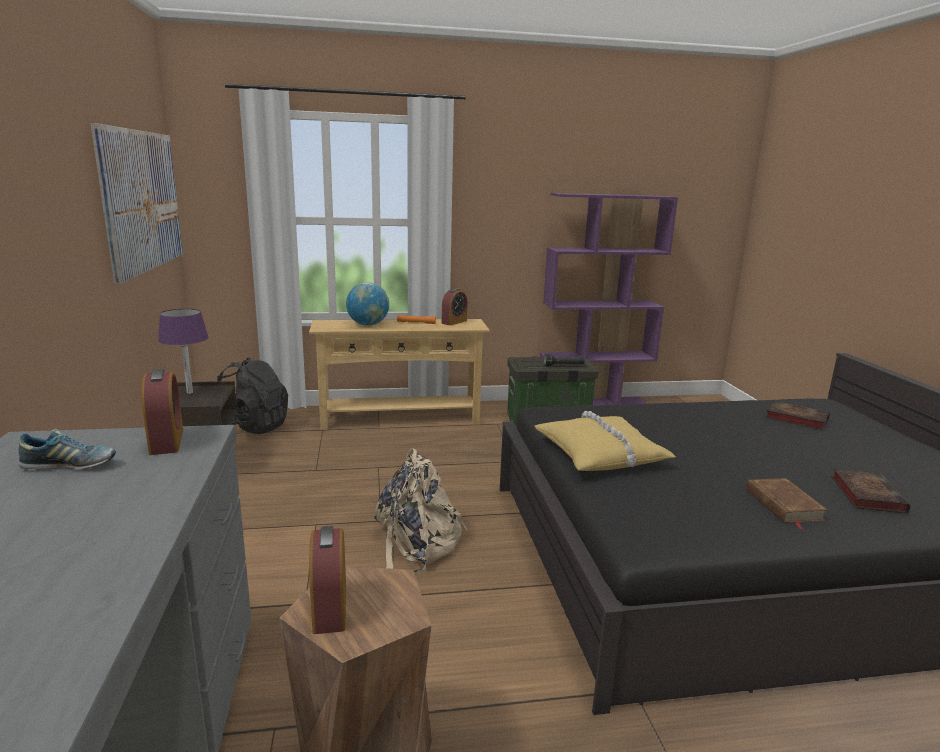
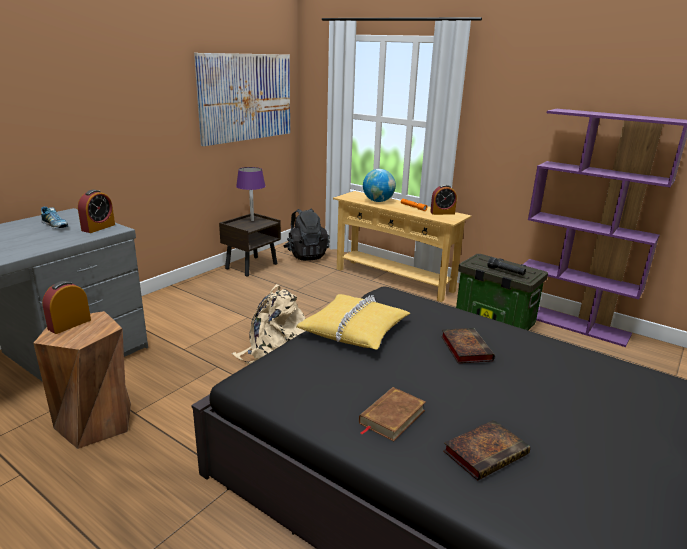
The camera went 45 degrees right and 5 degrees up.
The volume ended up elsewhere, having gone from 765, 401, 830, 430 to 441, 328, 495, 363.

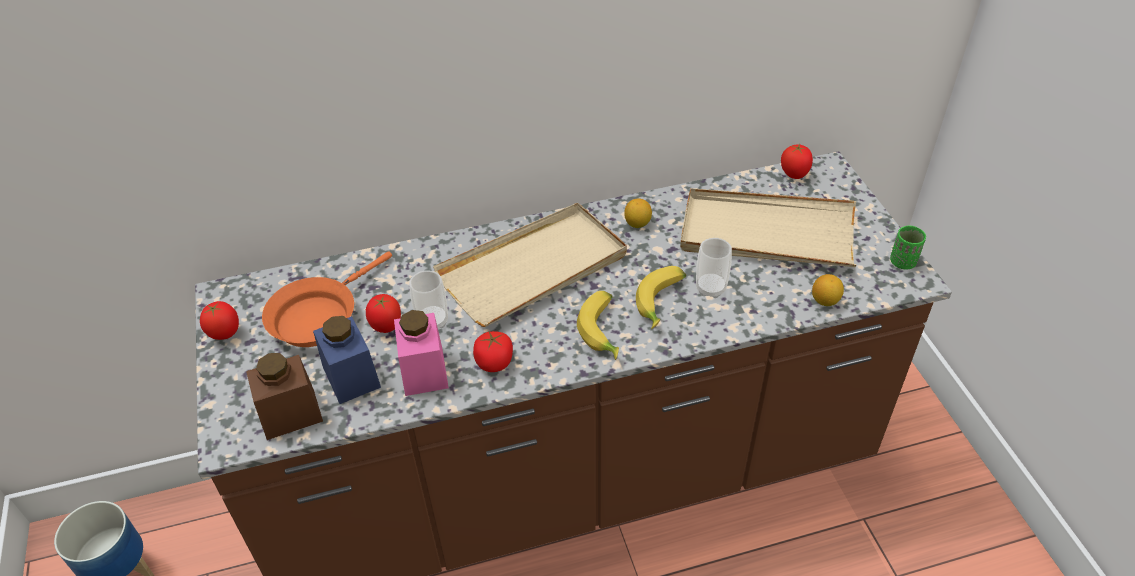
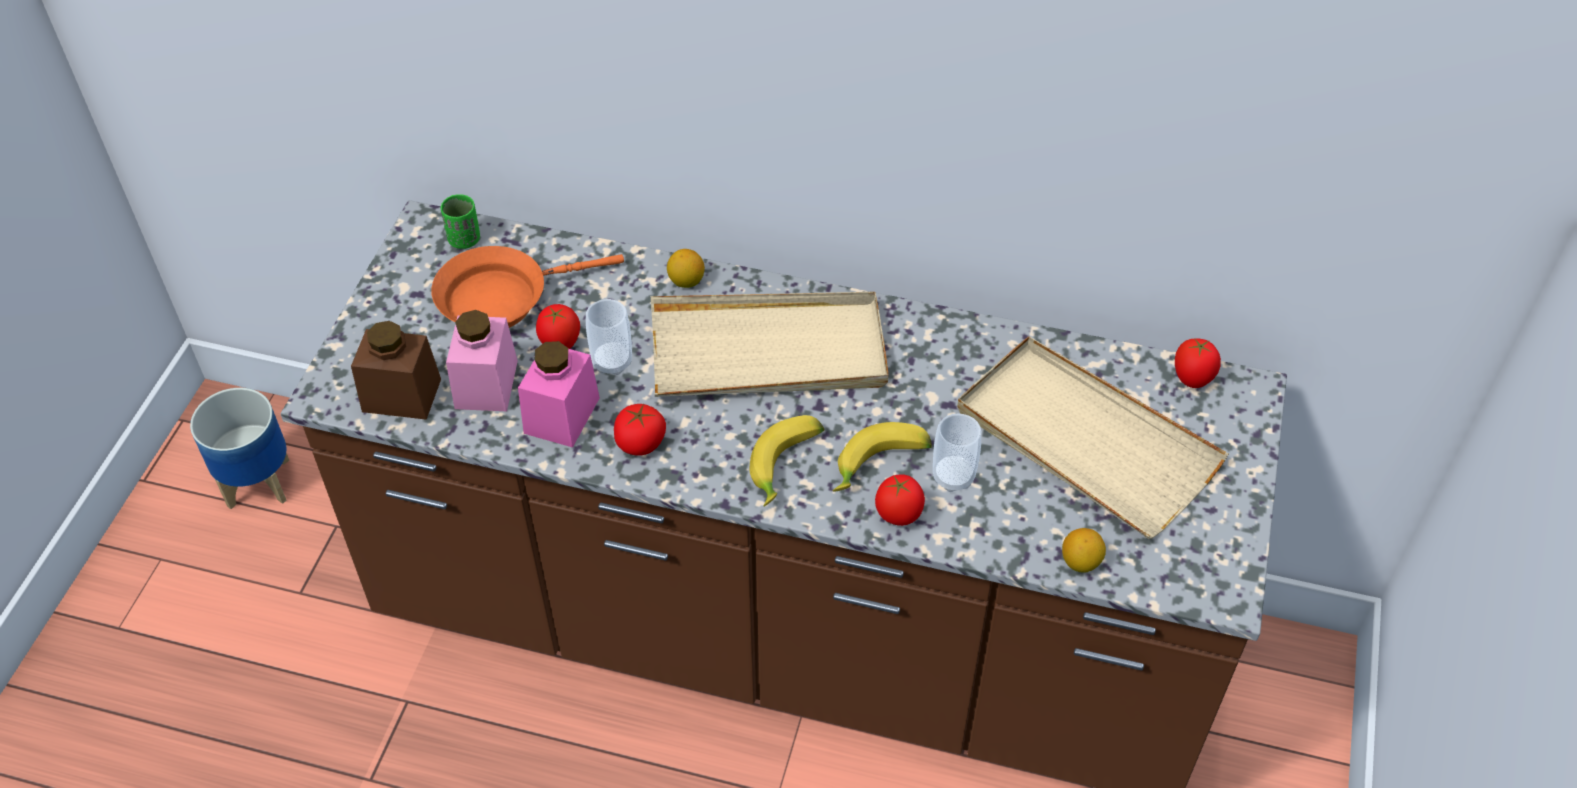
The camera went 30 degrees right and 5 degrees up.
The whole tomato ended up elsewhere, having gone from 200, 301, 239, 340 to 875, 475, 925, 526.
The whole lemon ended up elsewhere, having gone from 624, 198, 652, 228 to 667, 249, 705, 288.
The green-coloured cup ended up elsewhere, having gone from 890, 226, 926, 269 to 441, 194, 480, 249.
What was the blue preserve jar at 313, 316, 381, 404 turned into the pink-coloured preserve jar at 446, 310, 518, 411.

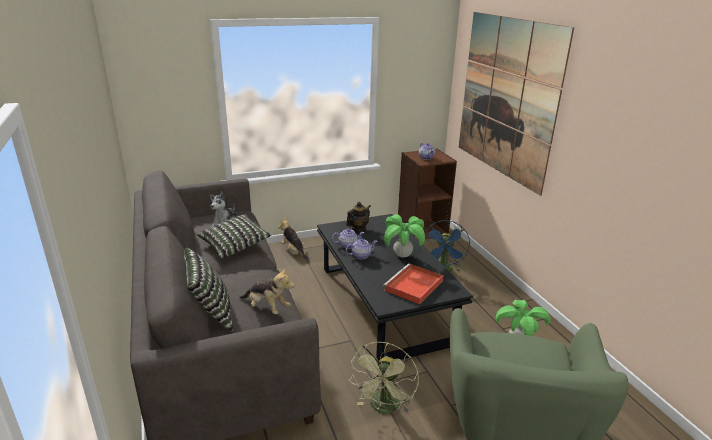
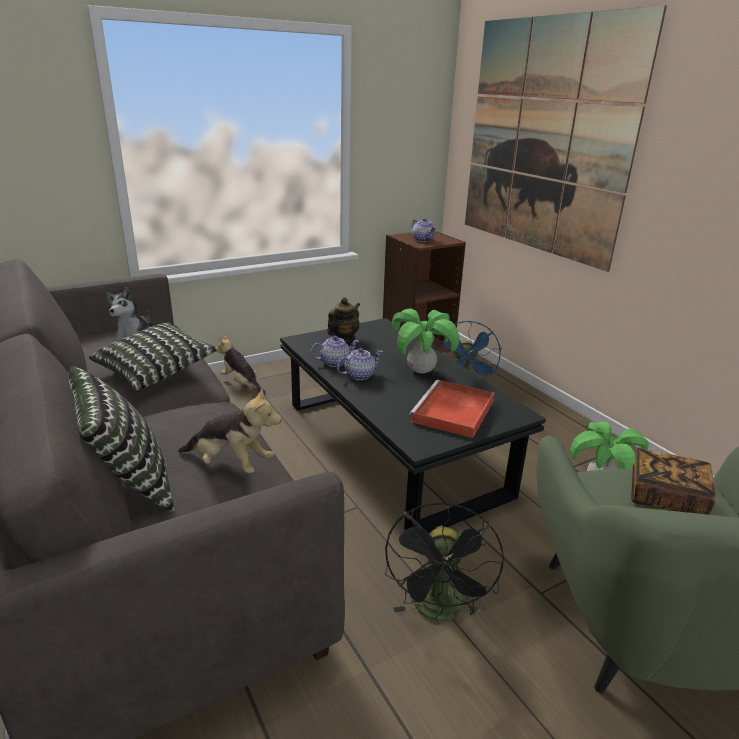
The camera went 10 degrees left and 0 degrees up.
The second view gained the volume at 631, 448, 716, 515.
What was the green-coloured electric fan at 349, 342, 419, 414 turned into the black-coloured electric fan at 385, 503, 504, 622.

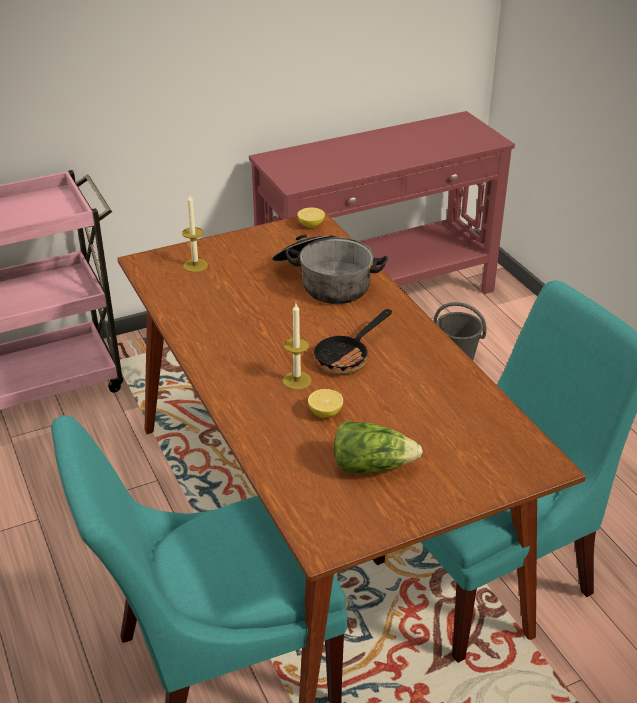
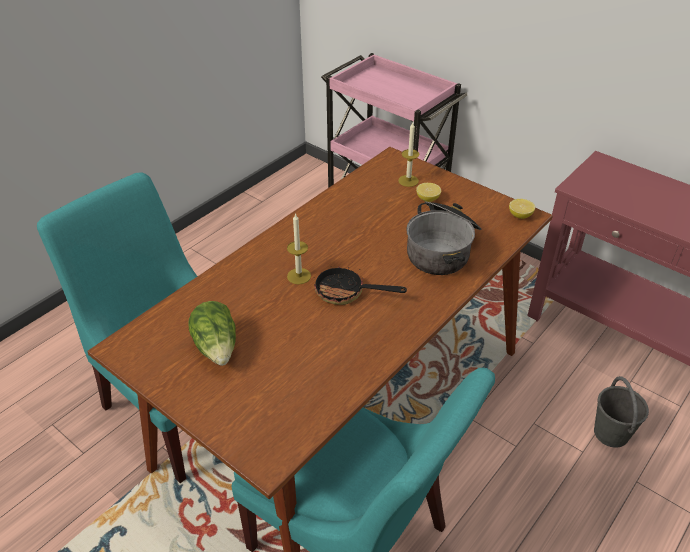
The camera went 65 degrees right and 5 degrees up.
The whole lemon ended up elsewhere, having gone from 308, 389, 343, 418 to 416, 183, 441, 202.

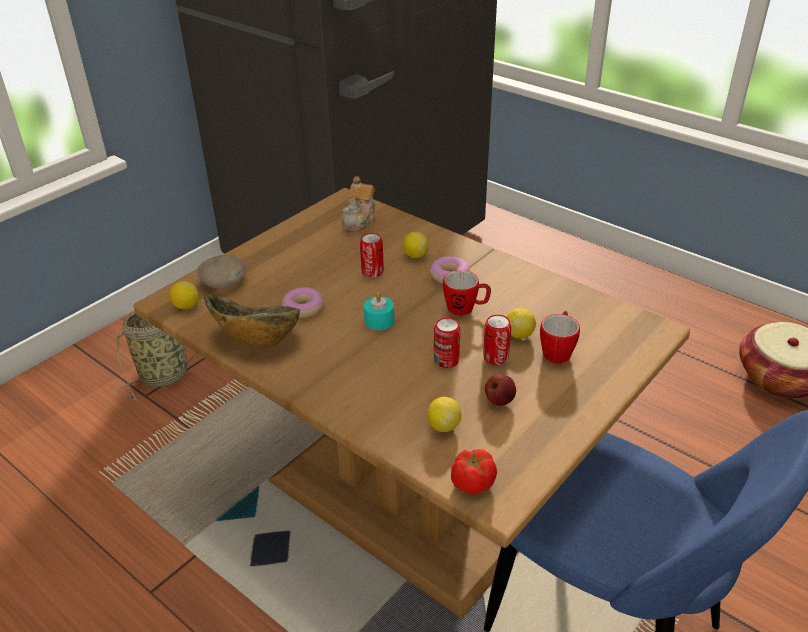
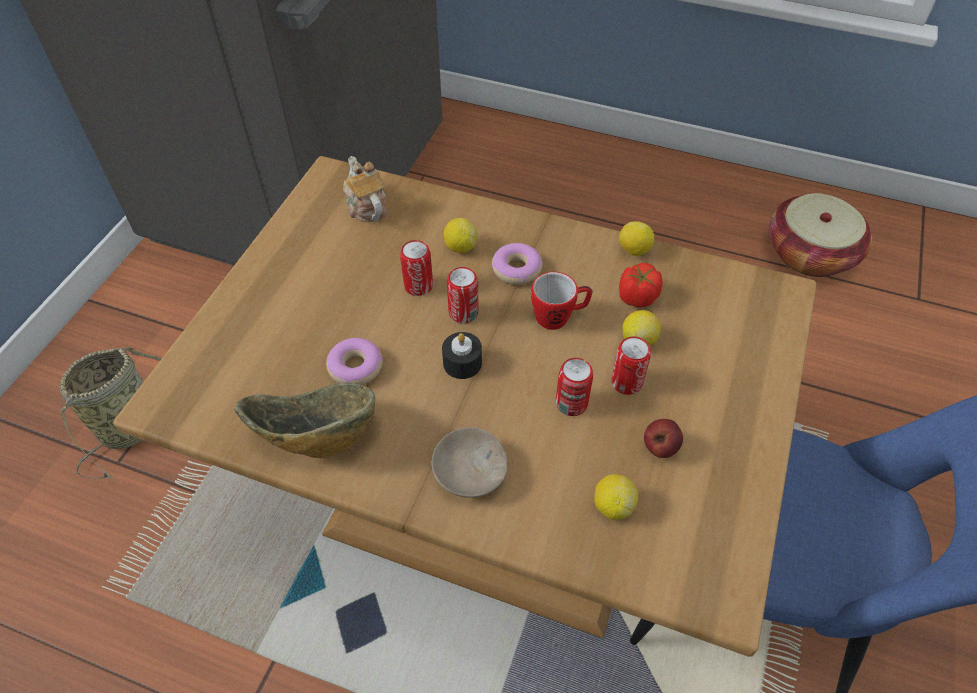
The camera went 20 degrees left and 15 degrees up.
The second view lost the coffee mug at 540, 311, 580, 364.
The second view gained the metal can at 447, 267, 479, 324.
The whole lemon ended up elsewhere, having gone from 170, 281, 199, 309 to 619, 221, 654, 256.
The beige bowl ended up elsewhere, having gone from 197, 255, 246, 289 to 431, 427, 507, 498.
The whole tomato ended up elsewhere, having gone from 451, 449, 497, 494 to 619, 263, 663, 307.
What was the blue-green wax candle at 364, 292, 394, 330 turned into the black-coloured wax candle at 442, 332, 482, 379.
The teapot at 342, 176, 376, 231 ended up facing another way, 150 degrees clockwise from before.

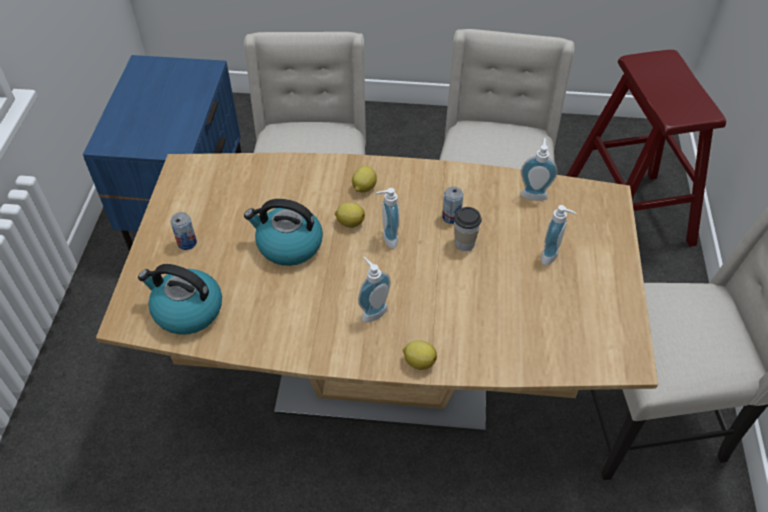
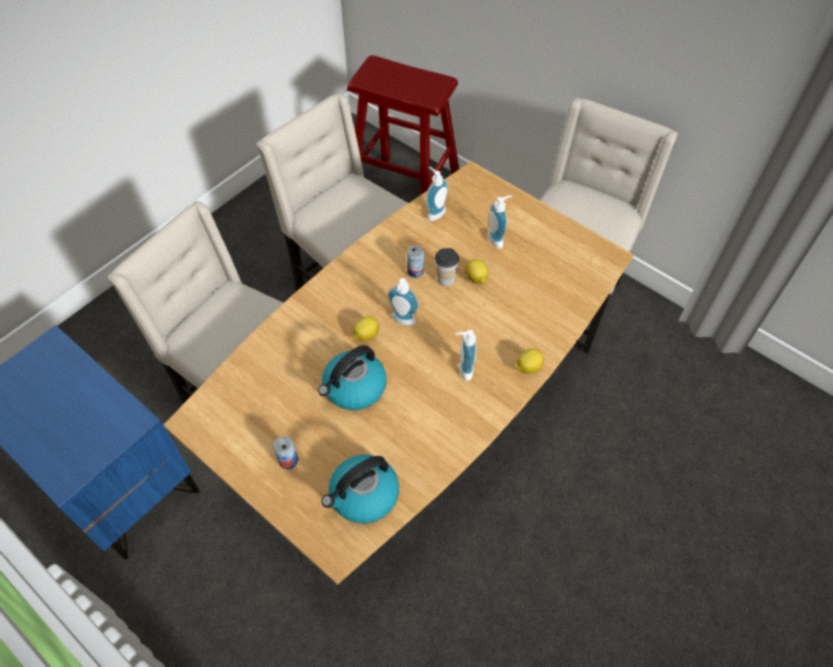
The camera went 55 degrees left and 5 degrees up.
The whole lemon ended up elsewhere, having gone from 352, 166, 377, 193 to 465, 259, 488, 284.

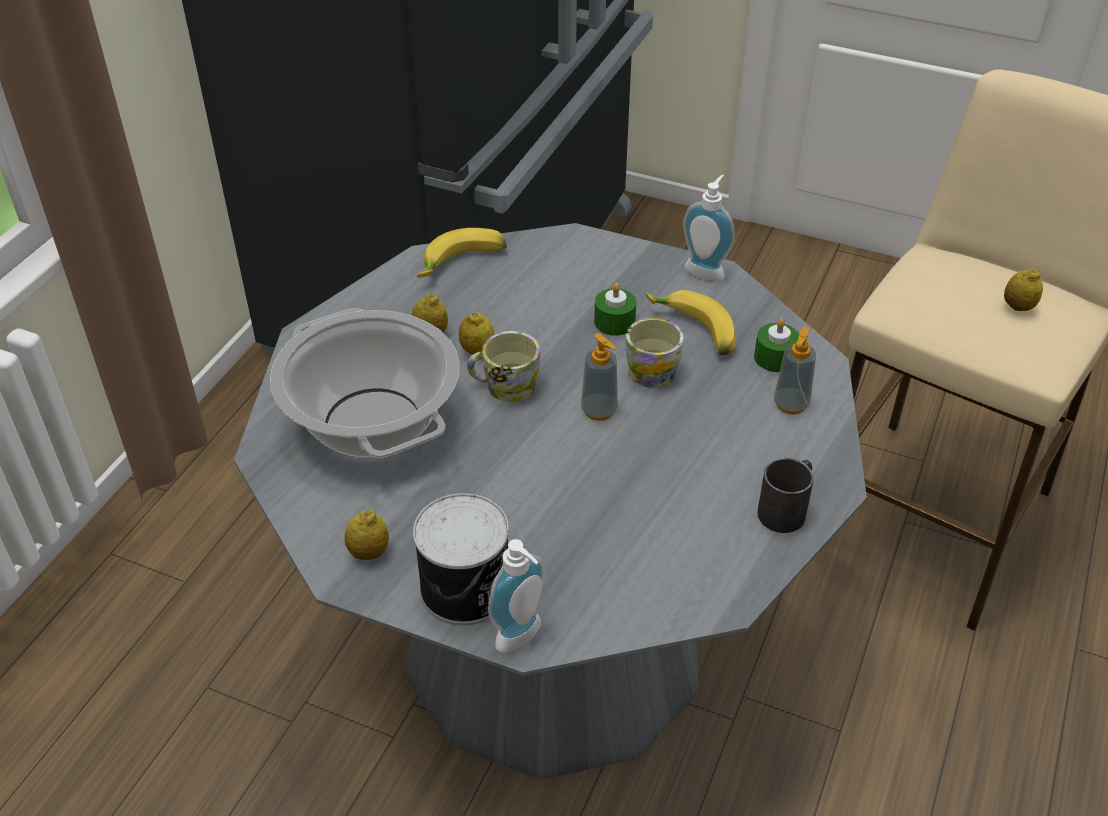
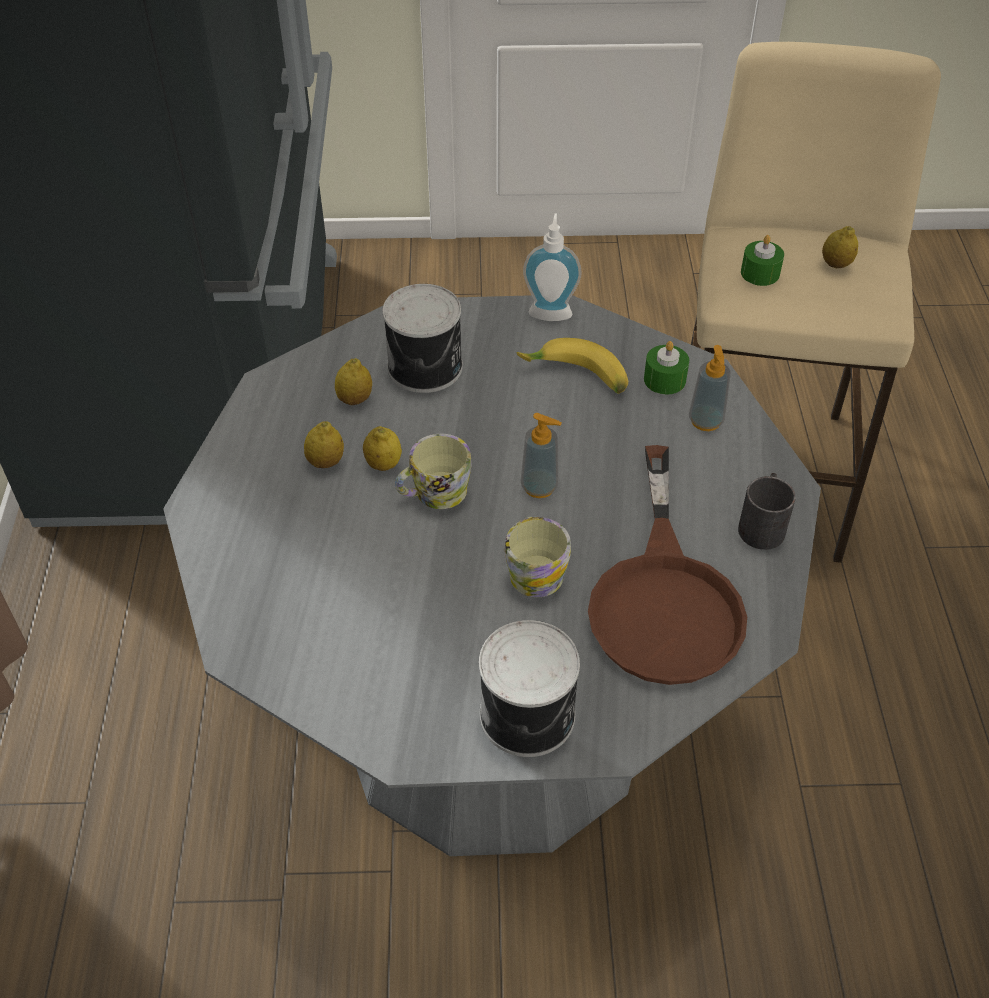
The camera went 25 degrees left and 5 degrees up.
The second view lost the saucepot at 270, 308, 459, 458.
The second view lost the banana at 417, 228, 507, 278.
The second view lost the soap dispenser at 488, 539, 545, 652.
The second view gained the metal can at 383, 284, 463, 393.
The second view gained the brown frying pan at 588, 445, 747, 685.
The whole lemon ended up elsewhere, having gone from 344, 510, 389, 560 to 335, 358, 372, 405.
The green-coloured wax candle ended up elsewhere, having gone from 594, 283, 636, 336 to 741, 235, 784, 286.
The coffee mug ended up elsewhere, having gone from 625, 318, 684, 388 to 505, 516, 571, 597.

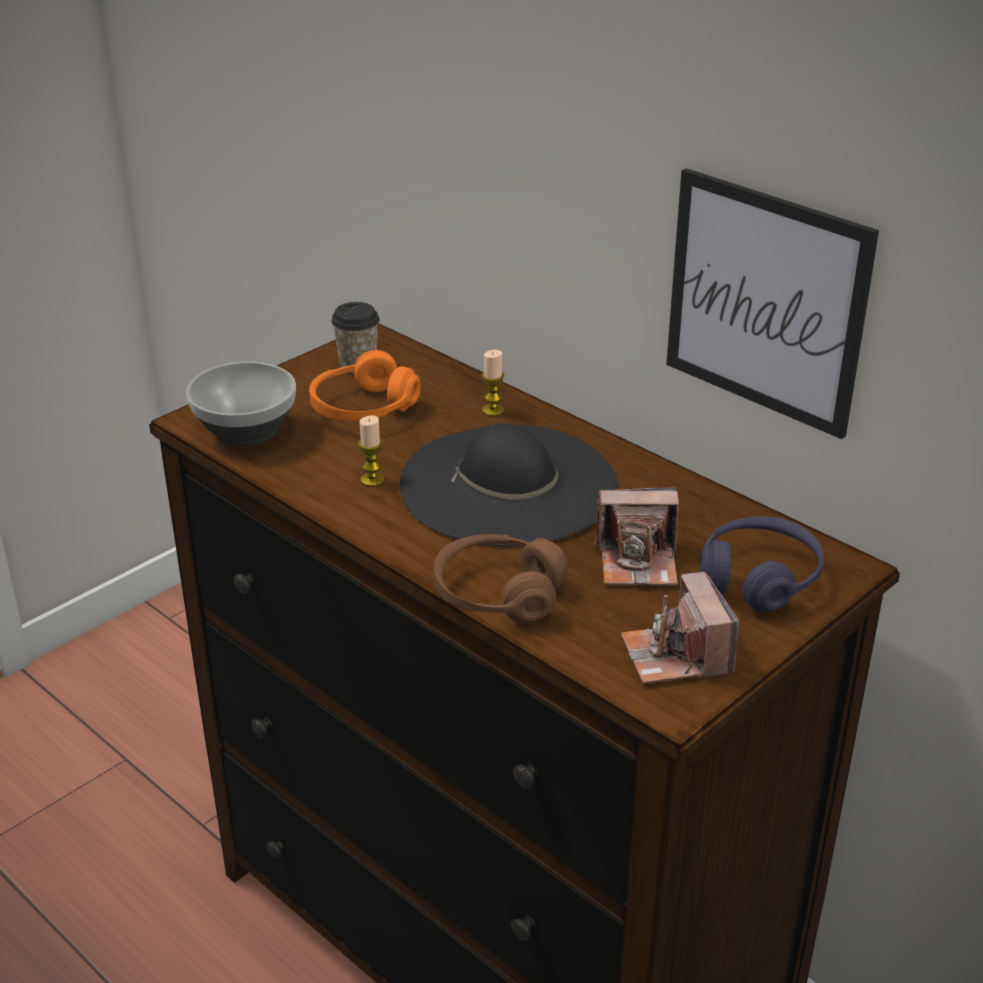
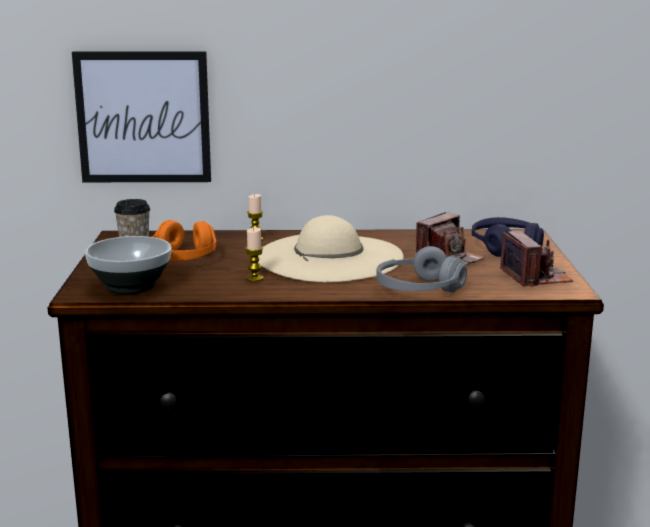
The camera went 45 degrees left and 15 degrees down.
The picture ended up elsewhere, having gone from 666, 168, 879, 439 to 72, 52, 211, 182.
What was the black-coloured clothing hat at 400, 423, 617, 546 turned into the beige clothing hat at 258, 215, 404, 282.
What was the brown headset at 434, 534, 568, 623 turned into the grey headset at 376, 246, 467, 293.
The photo camera at 621, 572, 739, 684 ended up facing another way, 135 degrees counterclockwise from before.

